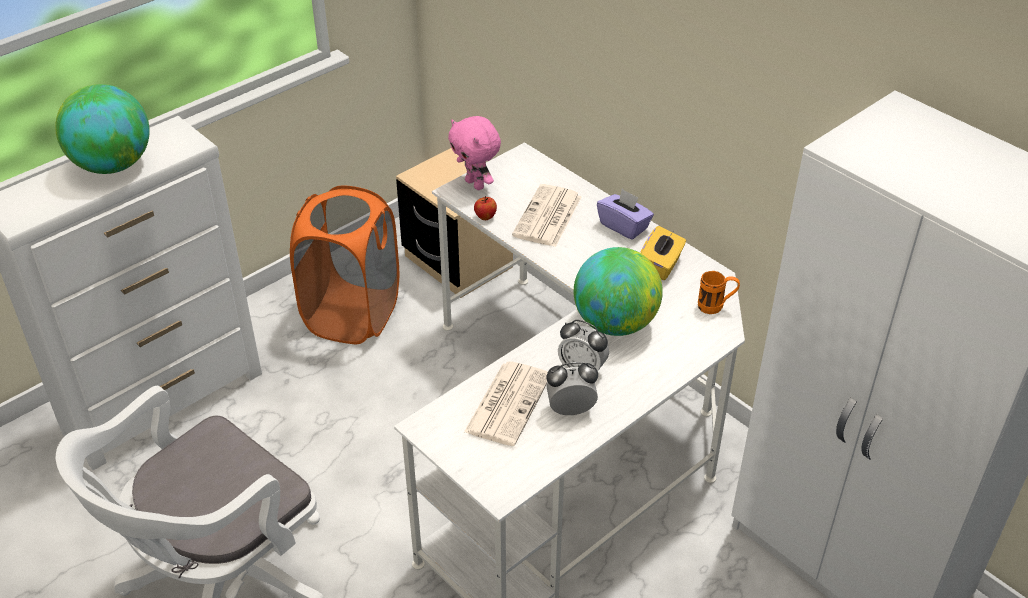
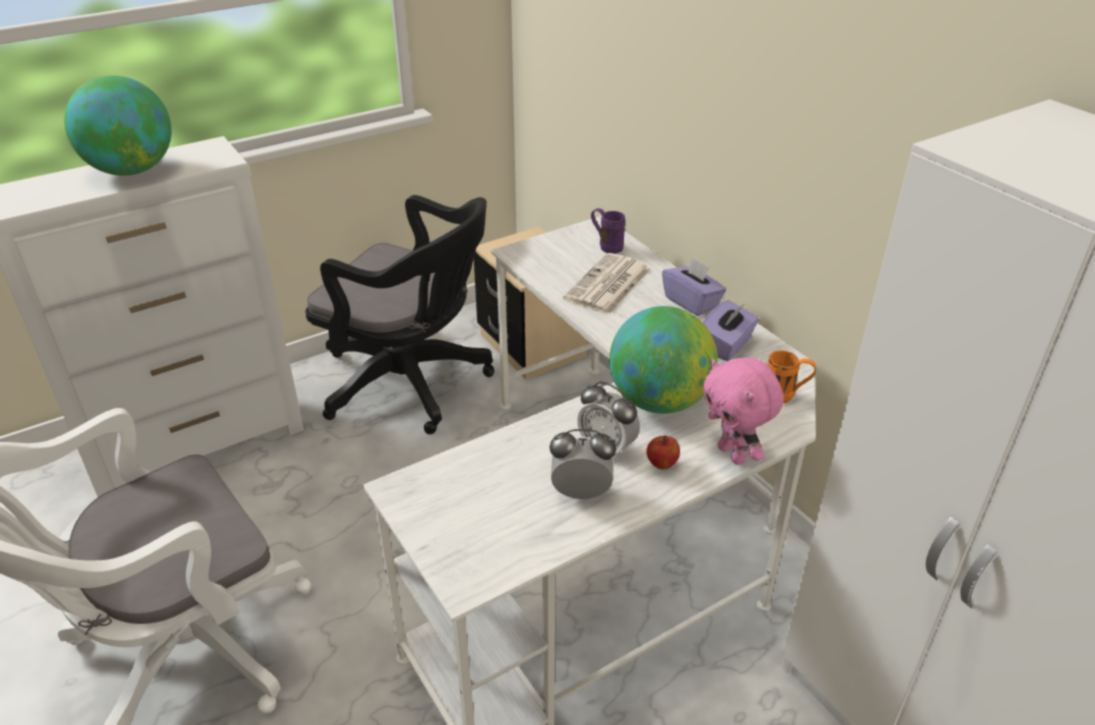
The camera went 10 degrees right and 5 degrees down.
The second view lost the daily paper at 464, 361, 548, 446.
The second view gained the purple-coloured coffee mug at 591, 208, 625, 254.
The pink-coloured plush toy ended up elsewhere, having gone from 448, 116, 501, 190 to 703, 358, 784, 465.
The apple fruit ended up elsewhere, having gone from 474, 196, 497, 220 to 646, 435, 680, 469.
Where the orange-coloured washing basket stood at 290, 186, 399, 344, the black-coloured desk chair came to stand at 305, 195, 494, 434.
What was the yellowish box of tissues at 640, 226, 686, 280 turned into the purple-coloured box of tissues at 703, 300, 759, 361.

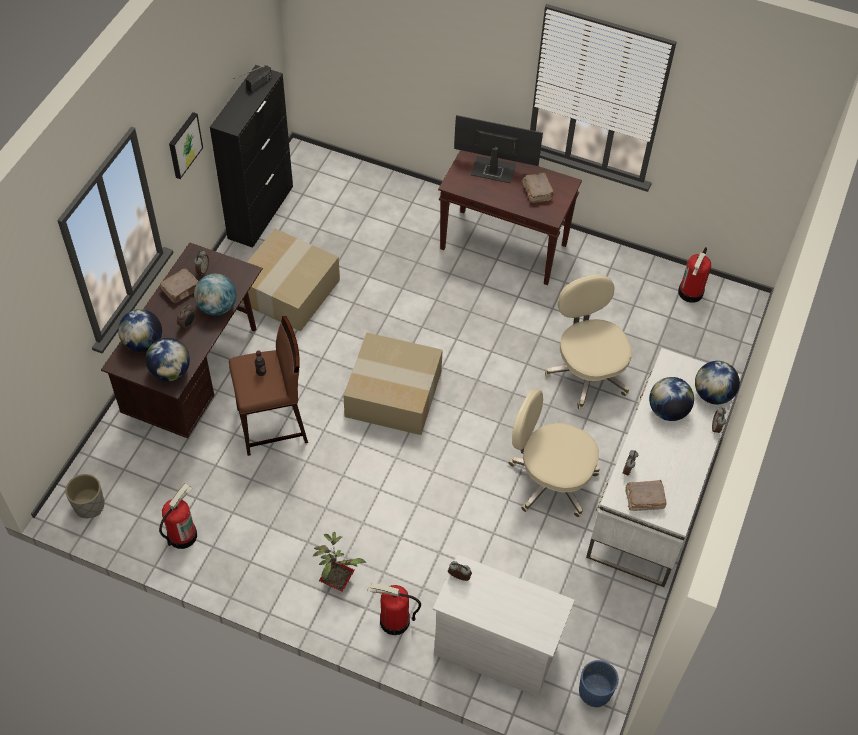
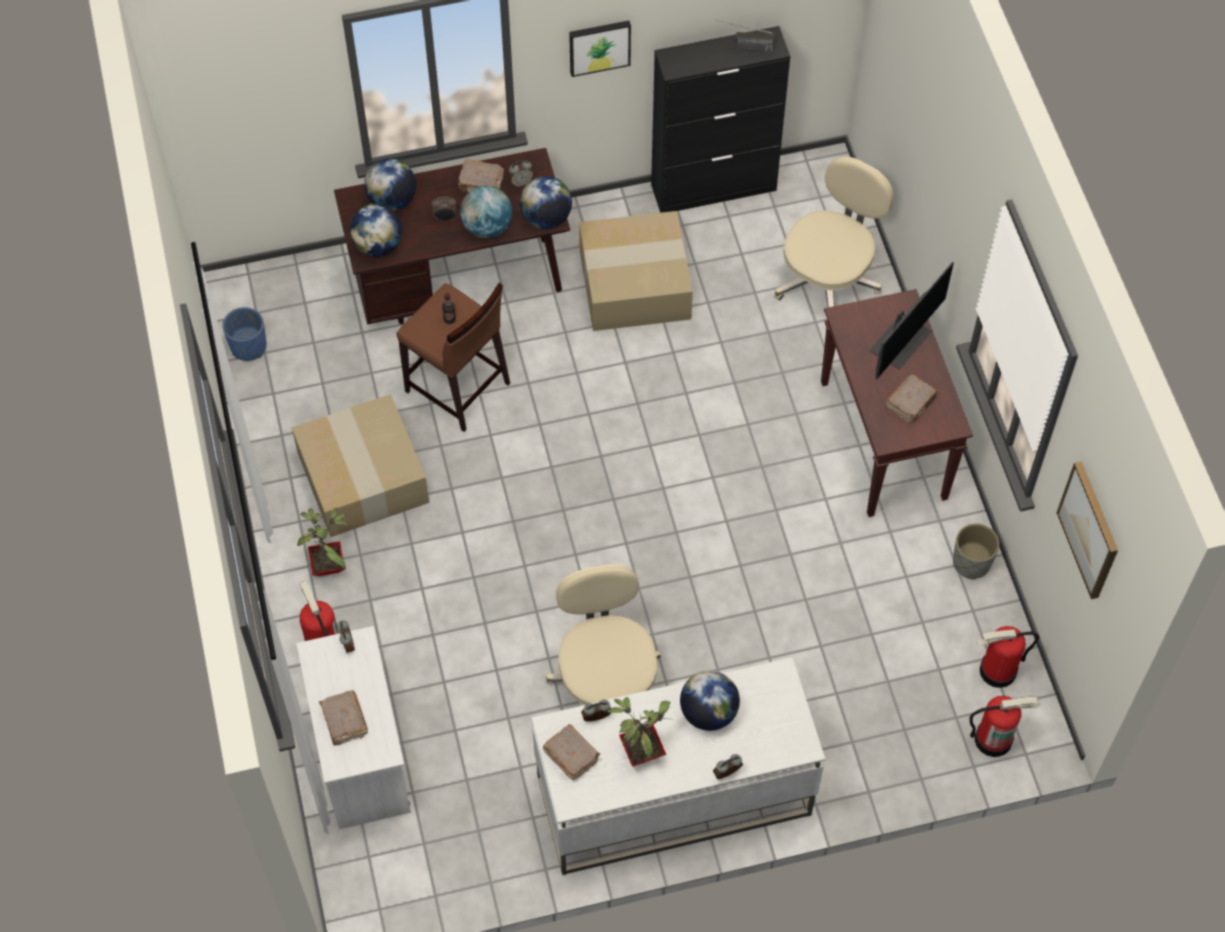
The camera went 55 degrees right and 5 degrees up.
The second view gained the brown volume at 319, 690, 368, 746.
The second view gained the houseplant at 607, 697, 670, 767.
The second view gained the picture at 1057, 461, 1118, 599.
The grey flower pot ended up elsewhere, having gone from 65, 474, 105, 518 to 953, 524, 999, 580.
The fire extinguisher ended up elsewhere, having gone from 159, 483, 197, 549 to 970, 696, 1040, 757.
The carton ended up elsewhere, having gone from 343, 332, 443, 435 to 292, 394, 429, 537.
The beige desk chair ended up elsewhere, having gone from 545, 274, 632, 409 to 774, 157, 894, 307.
The blue flower pot ended up elsewhere, having gone from 579, 660, 619, 707 to 222, 307, 267, 361.
The globe ended up elsewhere, having gone from 695, 361, 740, 404 to 520, 176, 572, 229.
The monitor at 454, 115, 543, 183 ended up facing another way, 60 degrees clockwise from before.

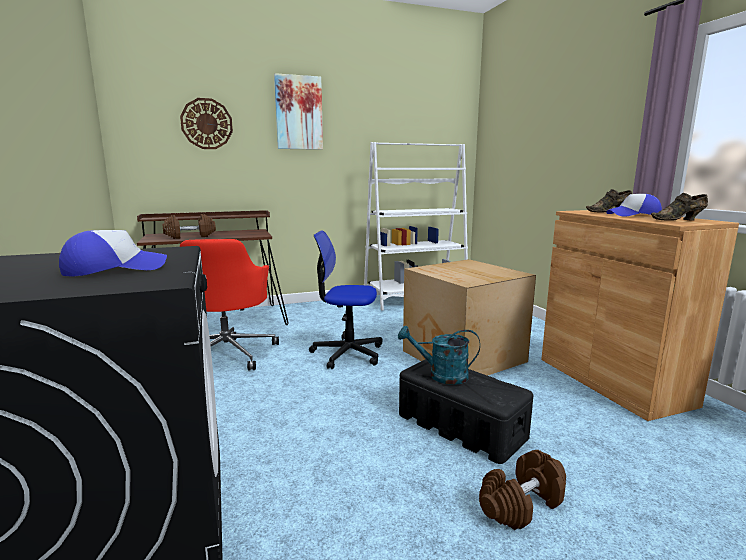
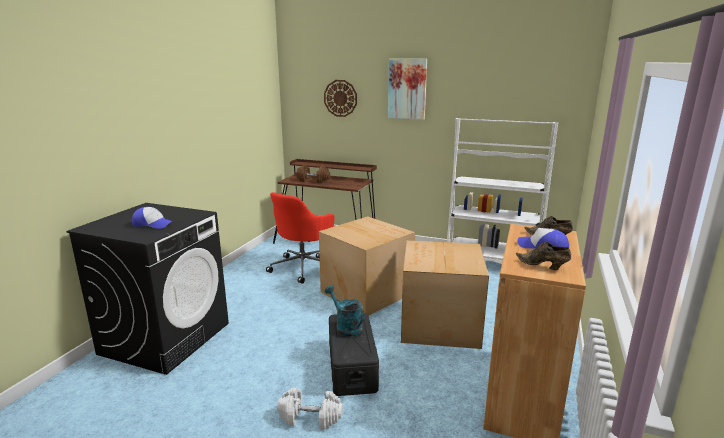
The camera went 40 degrees right and 5 degrees up.
Where the desk chair stood at 309, 230, 382, 369, the carton came to stand at 319, 216, 415, 316.
What was the brown hand weight at 479, 450, 566, 530 turned into the white-coloured hand weight at 277, 388, 343, 429.

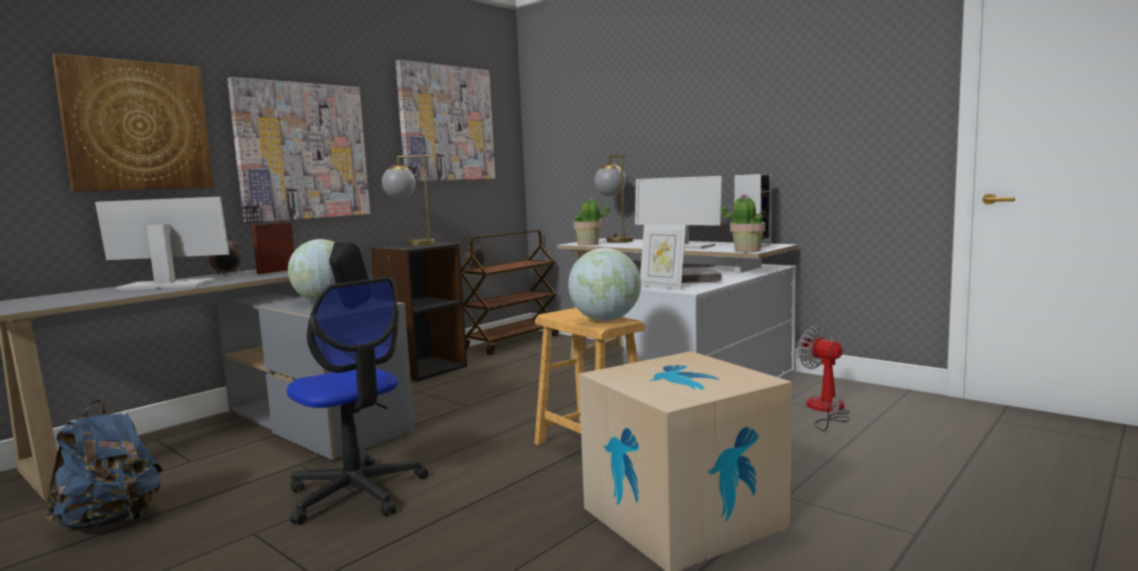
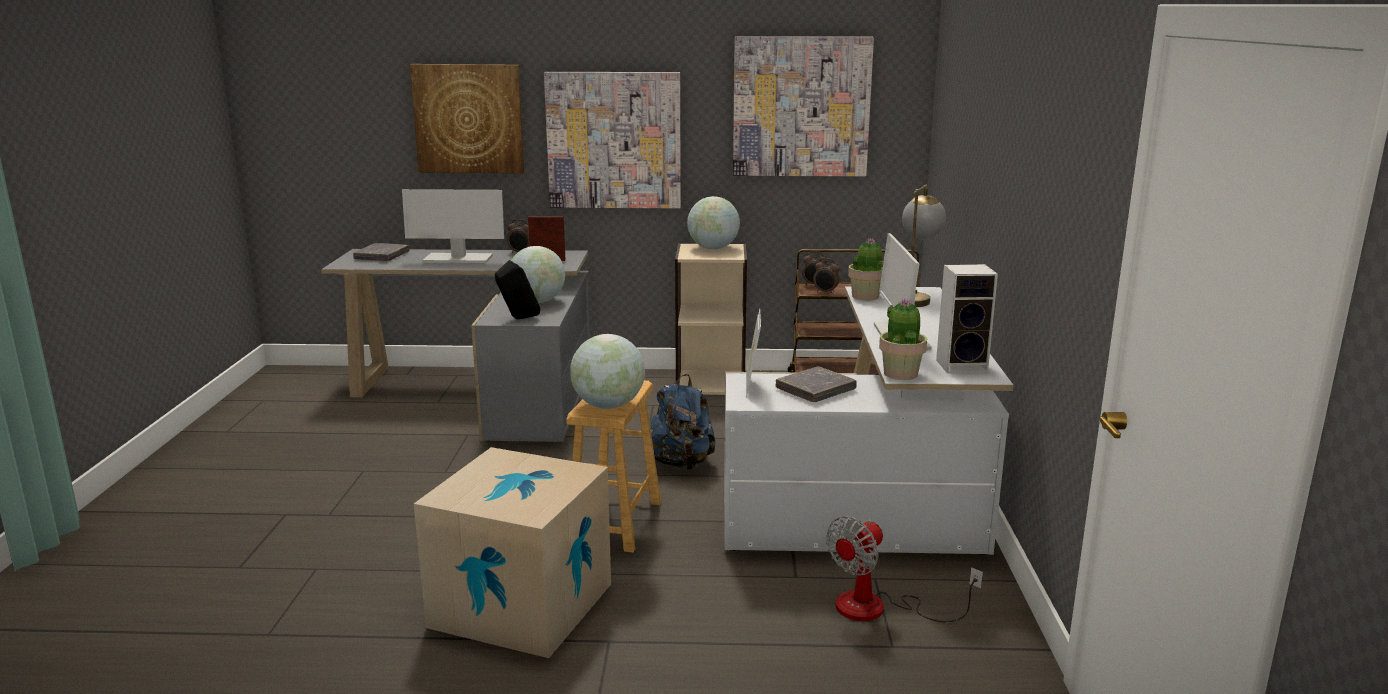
The camera went 50 degrees right and 10 degrees up.
The second view lost the desk chair at 287, 277, 428, 525.
The second view gained the grey volume at 353, 243, 409, 261.
The second view gained the alarm clock at 813, 258, 840, 294.
The blue backpack ended up elsewhere, having gone from 43, 400, 163, 530 to 650, 374, 716, 470.
Where the lamp for a table stood at 382, 154, 435, 246, the globe came to stand at 687, 196, 740, 249.
What was the black-coloured bookcase at 370, 242, 467, 382 turned into the beige bookcase at 675, 243, 747, 395.
The monitor at 95, 197, 230, 290 ended up facing another way, 135 degrees clockwise from before.
The electric fan at 797, 325, 850, 431 ended up facing another way, 150 degrees counterclockwise from before.

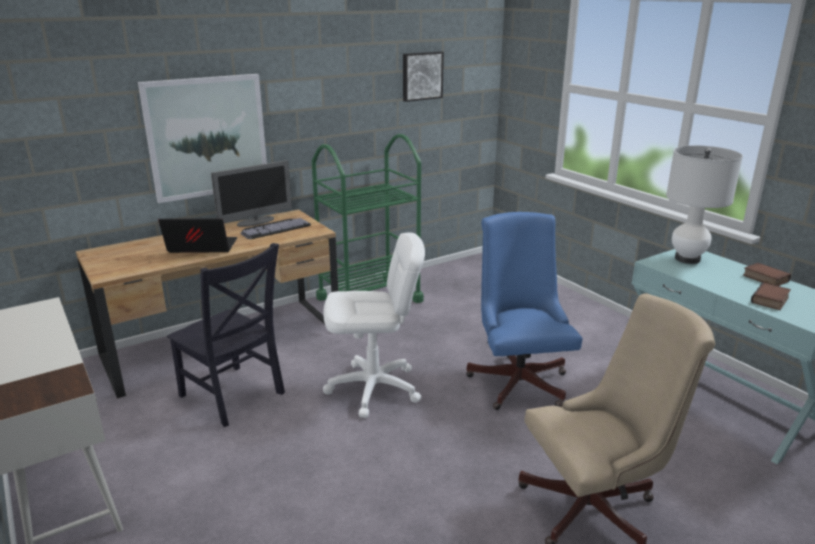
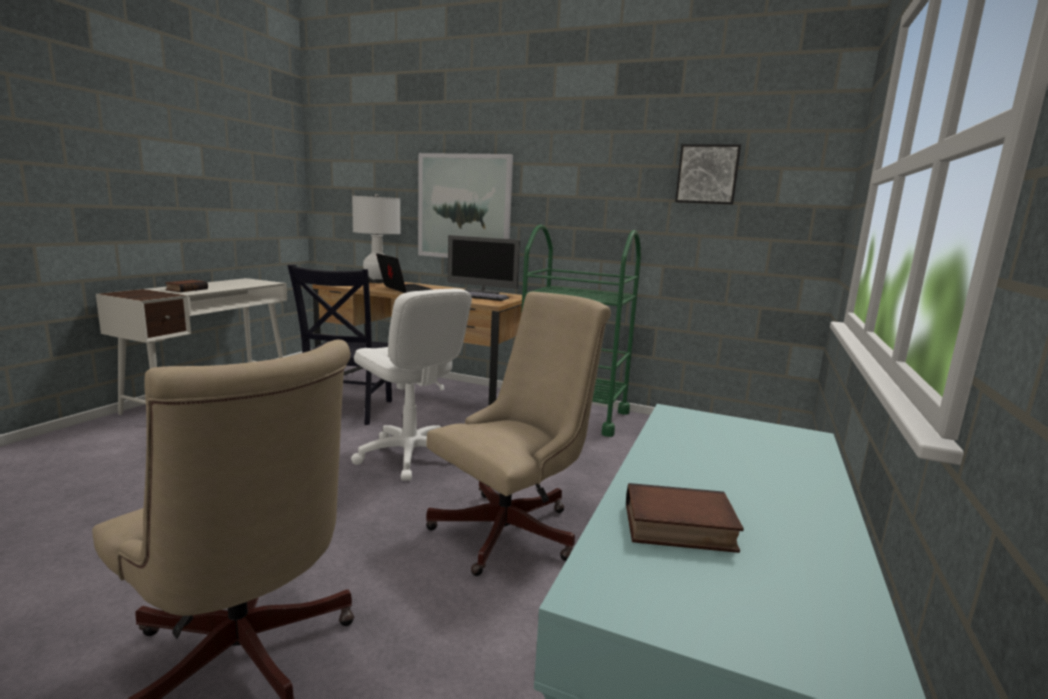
The camera went 55 degrees right and 10 degrees down.
The white-coloured lamp for a table ended up elsewhere, having gone from 666, 145, 743, 264 to 352, 194, 401, 283.
The volume ended up elsewhere, having gone from 743, 263, 791, 286 to 165, 280, 208, 292.
What was the blue desk chair at 466, 212, 583, 410 turned into the beige desk chair at 426, 291, 611, 576.

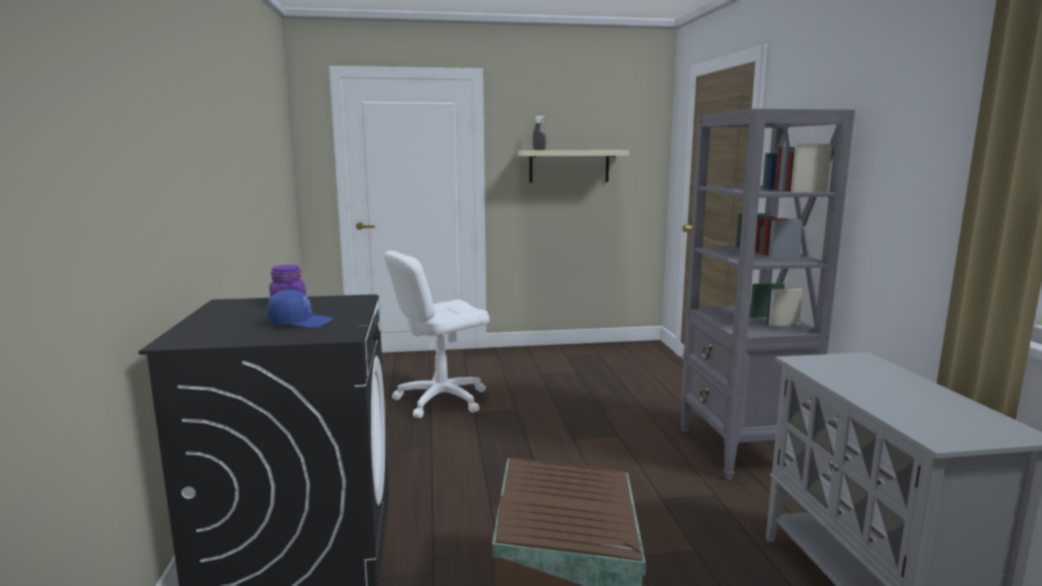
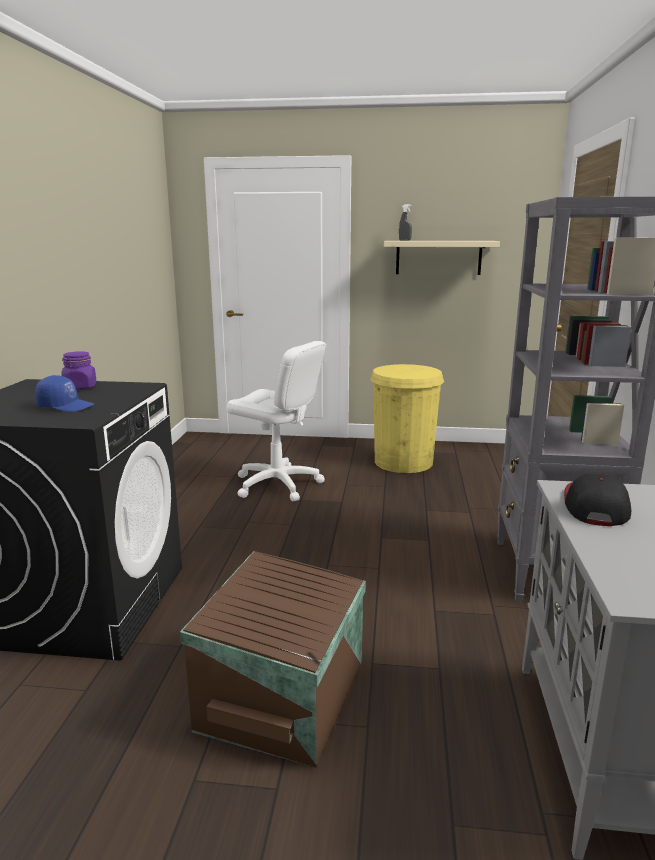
The camera went 15 degrees right and 5 degrees up.
The second view gained the yellowish trash can at 370, 364, 444, 473.
The second view gained the peaked cap at 564, 473, 631, 526.
The white-coloured desk chair at 383, 251, 490, 418 ended up facing another way, 135 degrees counterclockwise from before.

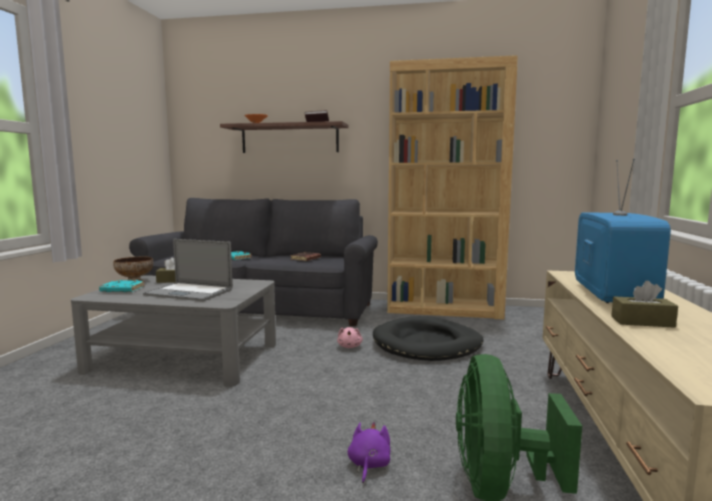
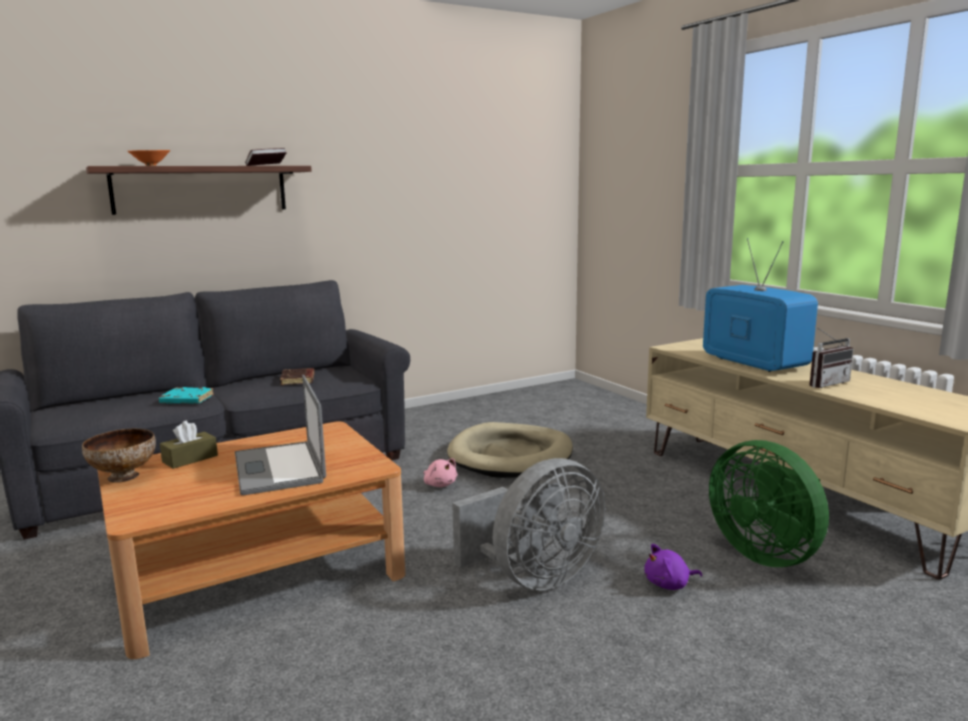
The camera went 40 degrees left and 5 degrees up.
The second view lost the blue-green volume at 99, 280, 145, 292.
The second view lost the brown bookcase at 387, 55, 518, 320.
The second view gained the grey electric fan at 452, 458, 605, 590.
Where the brown box of tissues stood at 611, 280, 678, 328, the radio set came to stand at 810, 326, 854, 388.
What was the grey lounge table at 71, 275, 276, 387 turned into the brown lounge table at 98, 422, 405, 659.
What was the black-coloured dog bed at 373, 316, 484, 361 turned into the beige dog bed at 447, 422, 573, 478.
The notebook computer at 143, 239, 233, 301 ended up facing another way, 90 degrees clockwise from before.
The purple-coloured plush toy at 348, 422, 390, 483 ended up facing another way, 75 degrees counterclockwise from before.

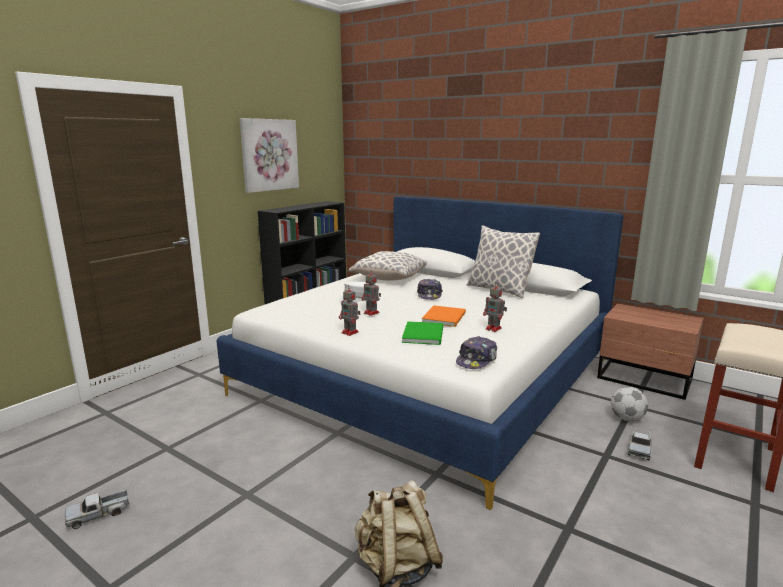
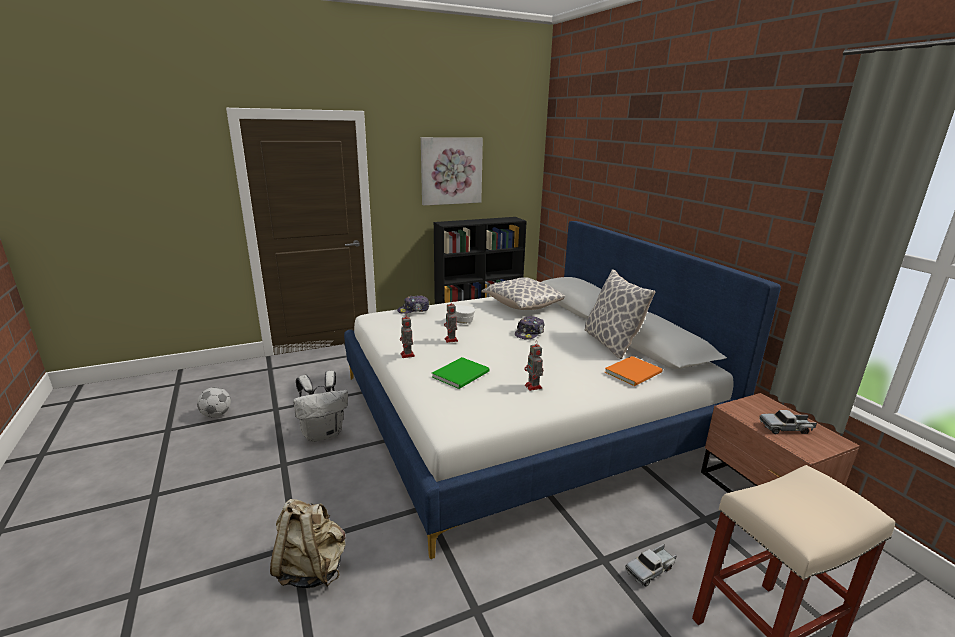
The camera went 30 degrees right and 5 degrees up.
The second view gained the white-coloured backpack at 293, 371, 348, 442.
The model truck ended up elsewhere, having gone from 65, 490, 130, 529 to 759, 410, 817, 434.
The orange-coloured volume ended up elsewhere, having gone from 422, 305, 466, 327 to 605, 356, 662, 386.
The peaked cap ended up elsewhere, having gone from 456, 336, 497, 369 to 397, 295, 429, 314.
The ball for football ended up elsewhere, having gone from 611, 387, 648, 421 to 197, 387, 231, 417.

